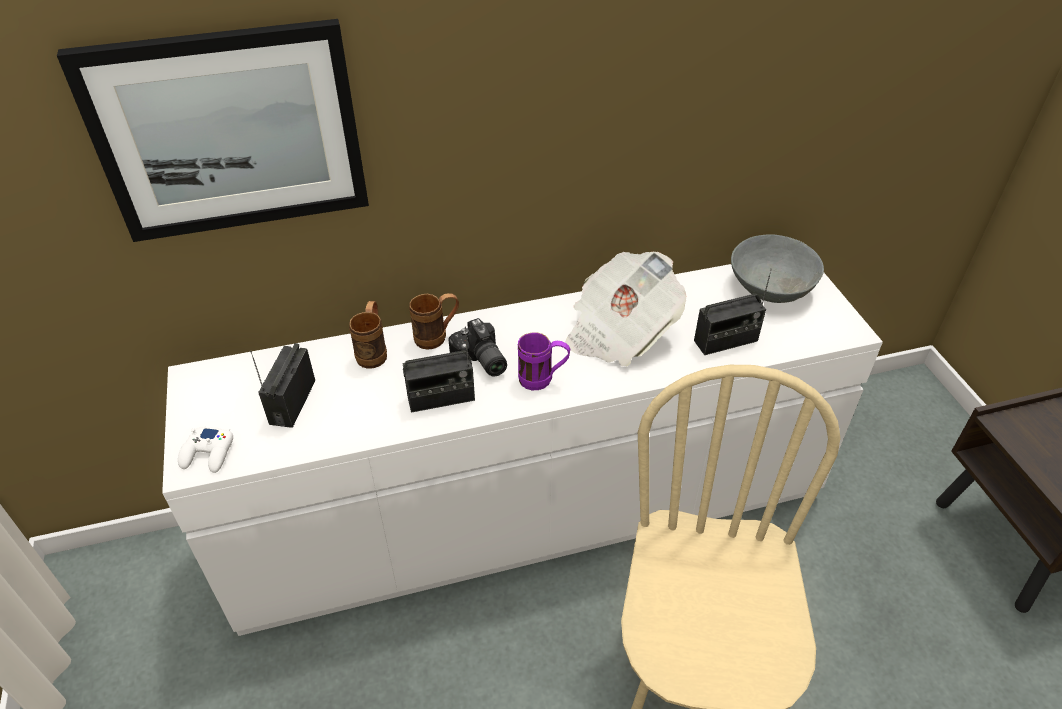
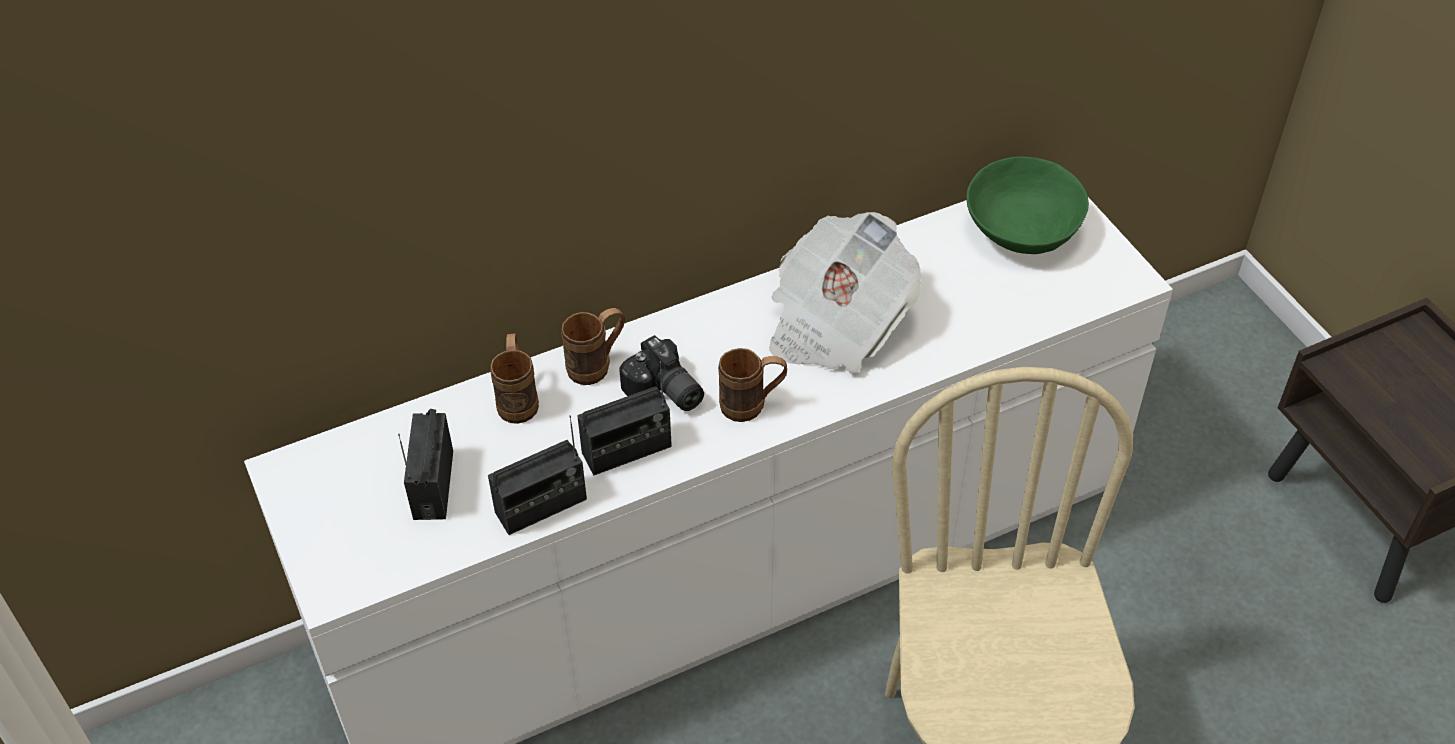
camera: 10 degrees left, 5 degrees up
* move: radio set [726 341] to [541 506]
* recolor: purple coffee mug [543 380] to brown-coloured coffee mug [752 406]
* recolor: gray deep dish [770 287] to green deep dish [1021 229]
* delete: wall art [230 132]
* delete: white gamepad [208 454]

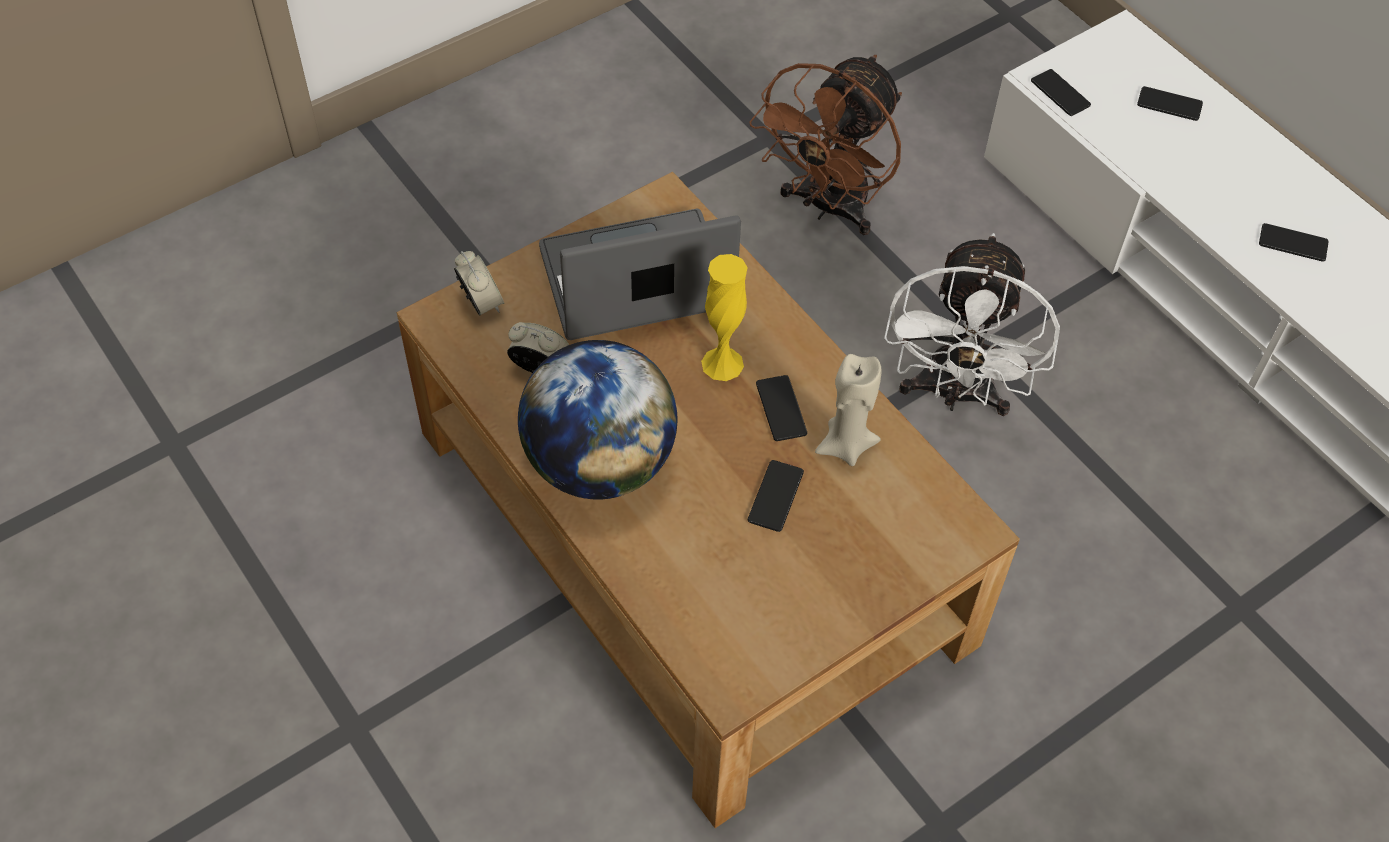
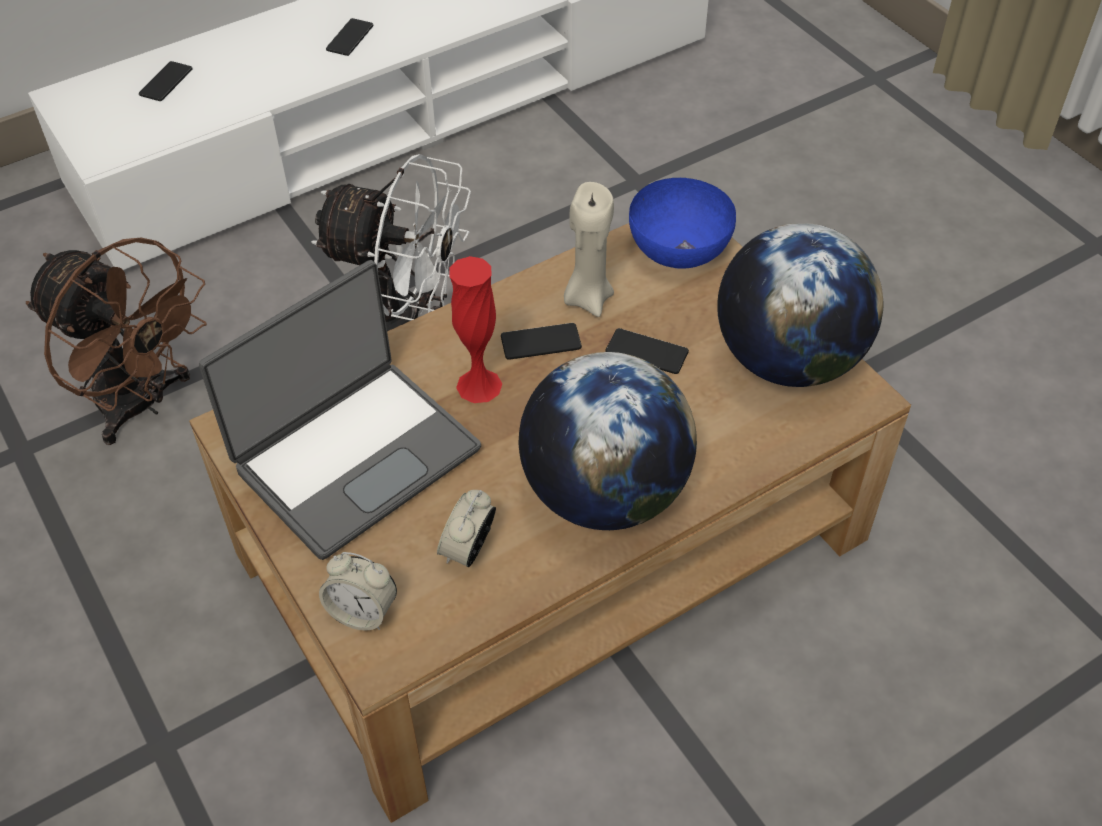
camera: 85 degrees left, 5 degrees down
* rotate: laptop [636 283] = [355 456] 120 degrees counterclockwise
* rotate: bedside clock [481 303] = [362 612] 135 degrees counterclockwise
* recolor: yellowish decorative vase [722 363] to reddish decorative vase [479 385]
* insert: blue-coloured deep dish [680 247]
* insert: desk globe [788 360]
* delete: phone [1060 93]

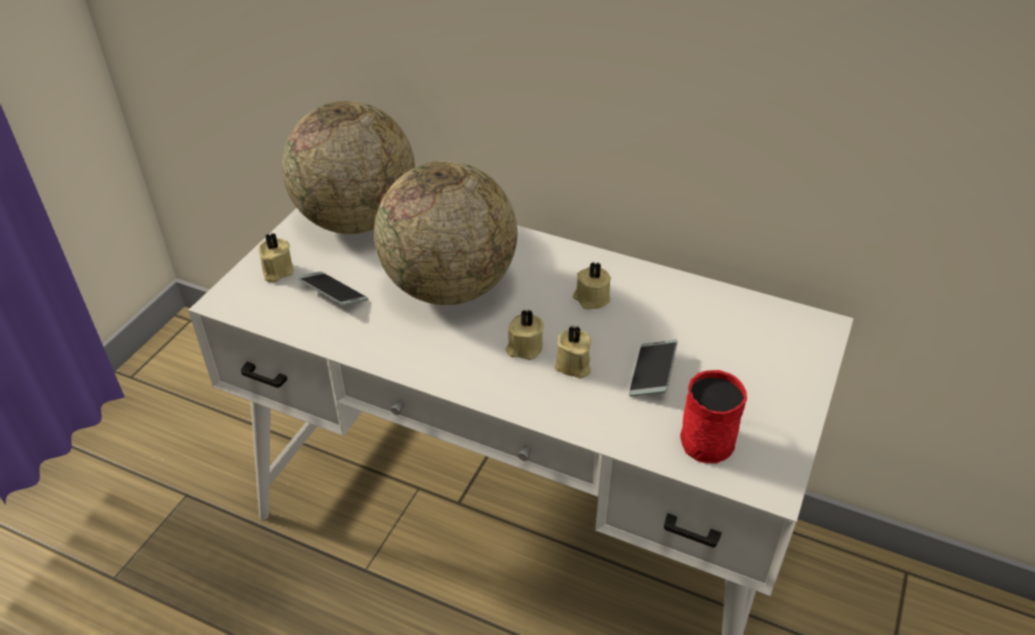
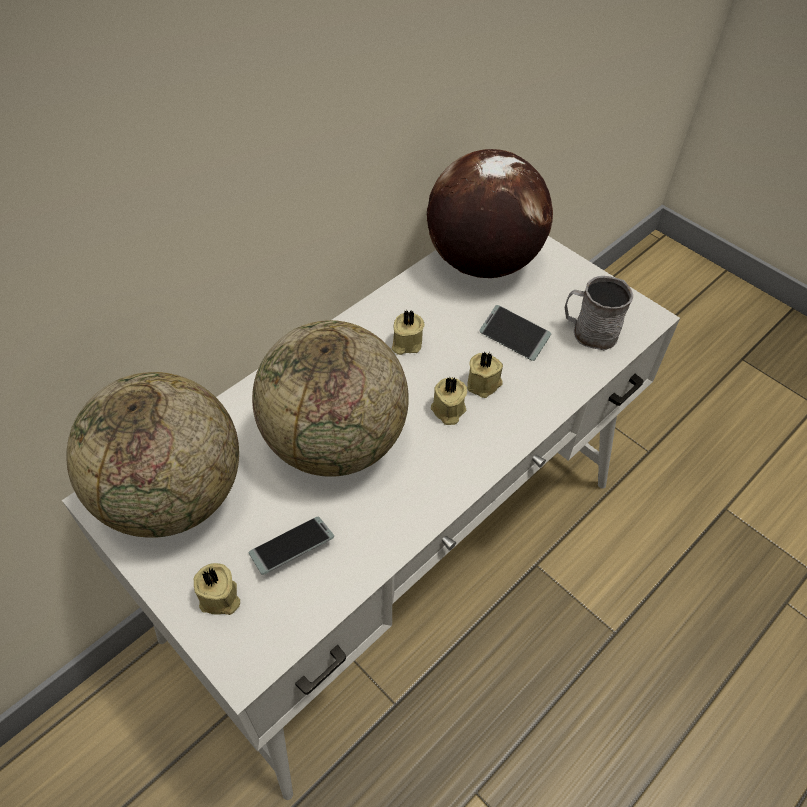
camera: 70 degrees left, 10 degrees up
* insert: desk globe [482 262]
* recolor: reddish coffee mug [705 434] to gray coffee mug [589 332]

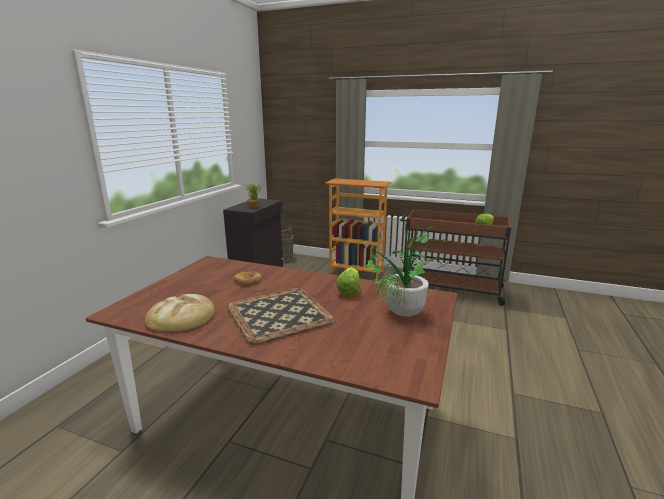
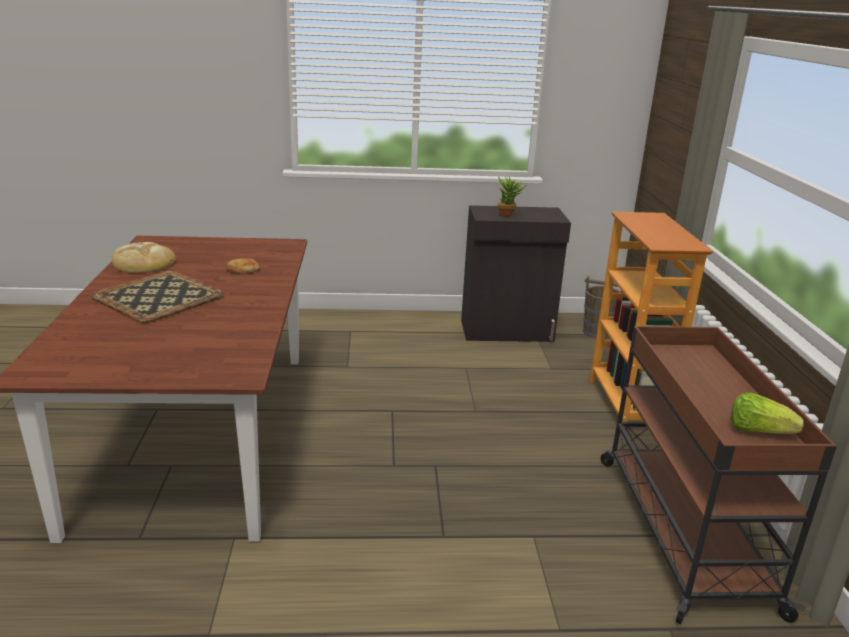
camera: 65 degrees right, 5 degrees up
* delete: head of lettuce [349 291]
* delete: houseplant [402 316]

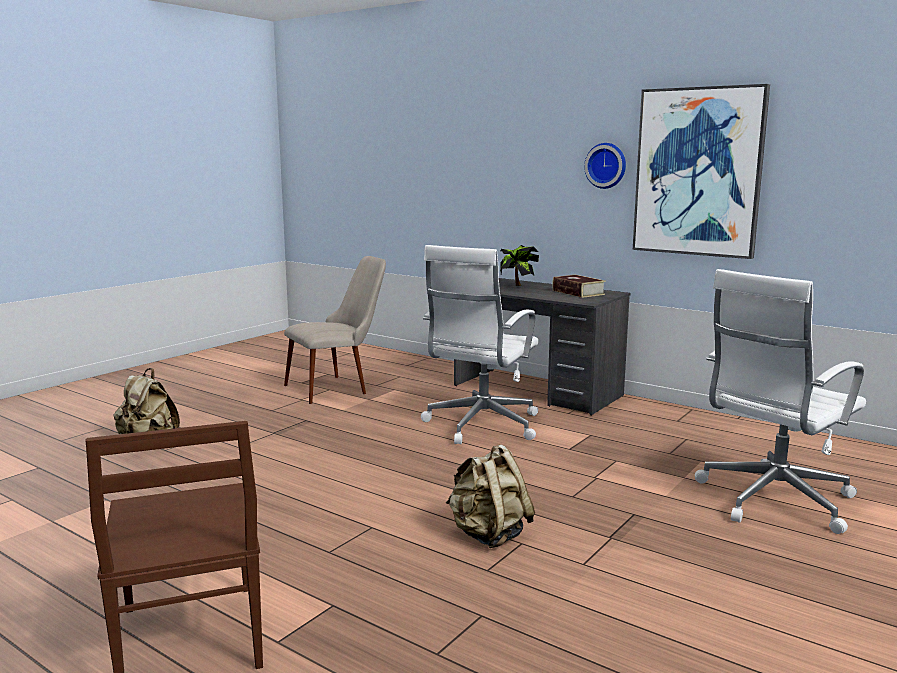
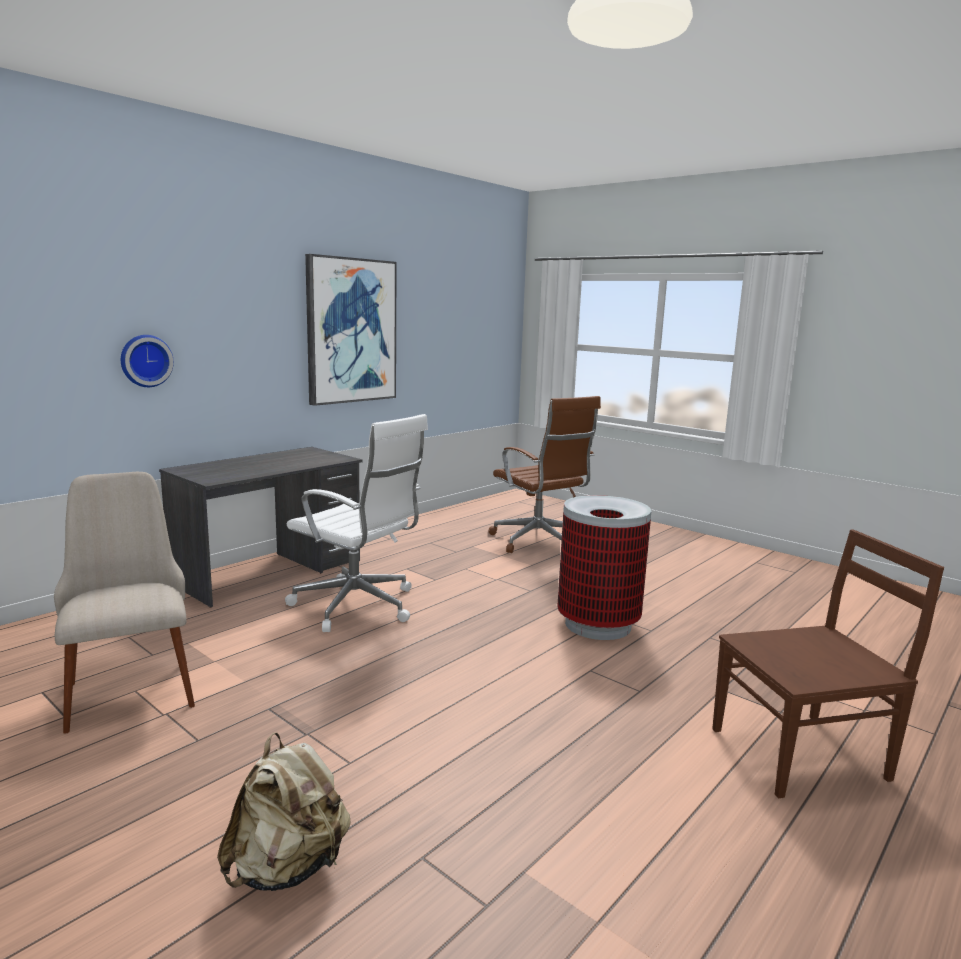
camera: 85 degrees left, 0 degrees up
* move: hanging clock [606 165] to [145 360]
* recolor: white computer chair [772 500] to brown-coloured computer chair [539 542]
* replace: beige-coloured rucksack [488 535] to waste bin [598 625]
* delete: houseplant [517 286]
* delete: bound book [578 292]

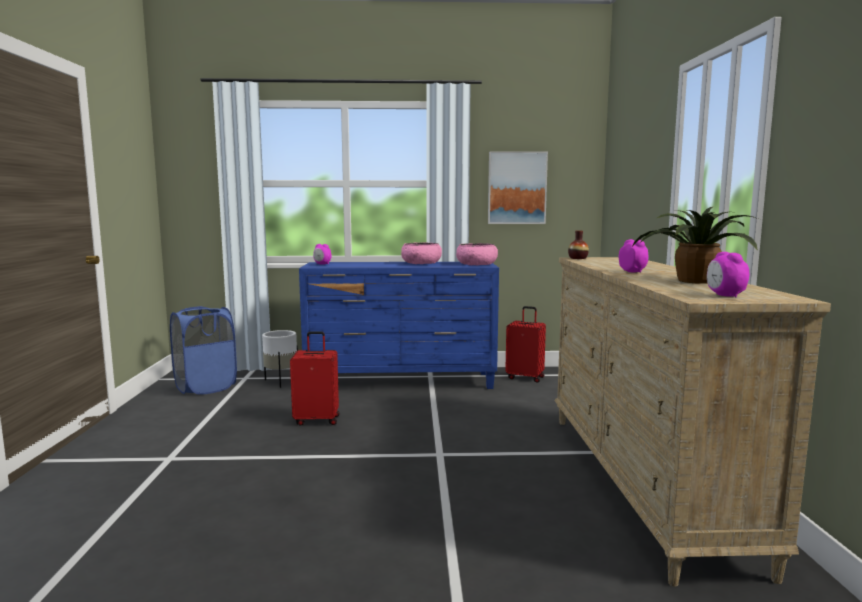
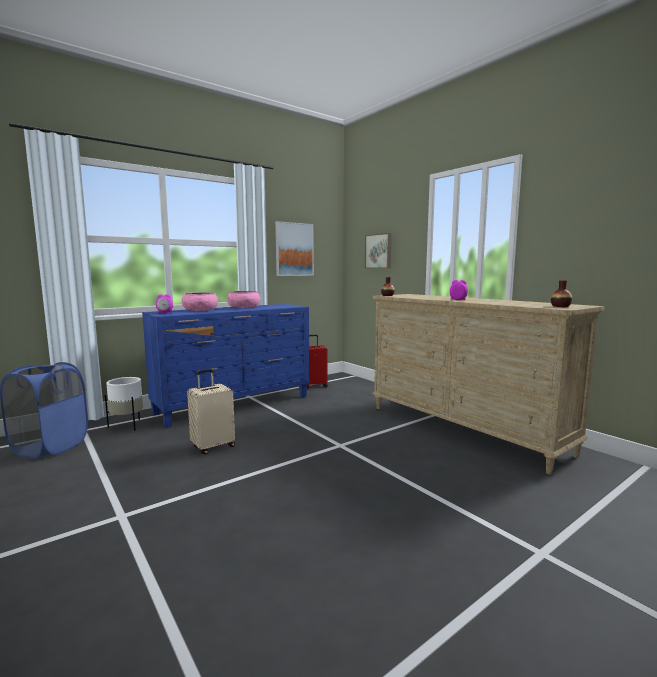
camera: 35 degrees left, 0 degrees up
* move: pinkish deep dish [476 264] to [200 310]
* recolor: reddish piece of luggage [317 420] to beige-coloured piece of luggage [213 446]
* insert: wall art [379 251]
* replace: bedside clock [725 296] to decorative vase [560 306]
* delete: houseplant [692 281]

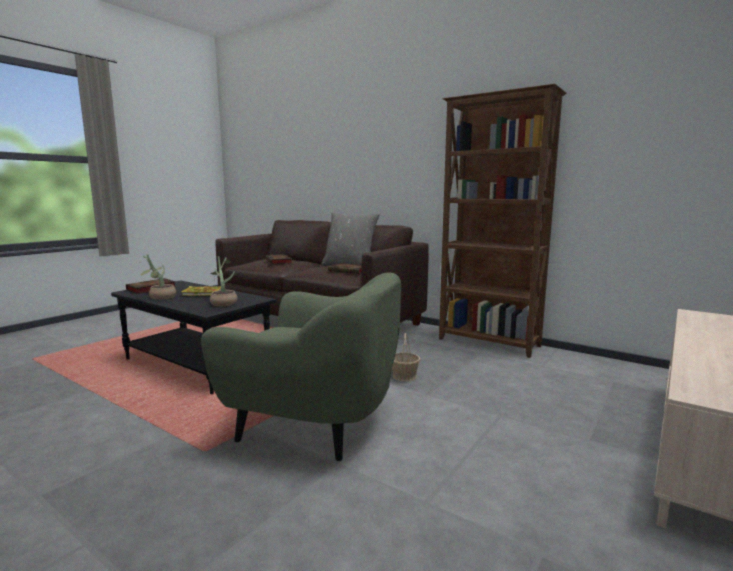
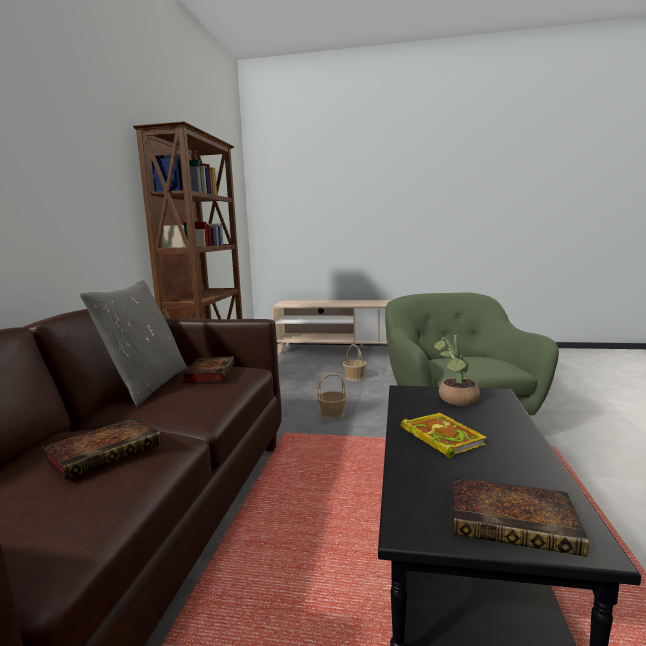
camera: 115 degrees left, 0 degrees up
* insert: storage basket [354 377]
* delete: houseplant [159 297]

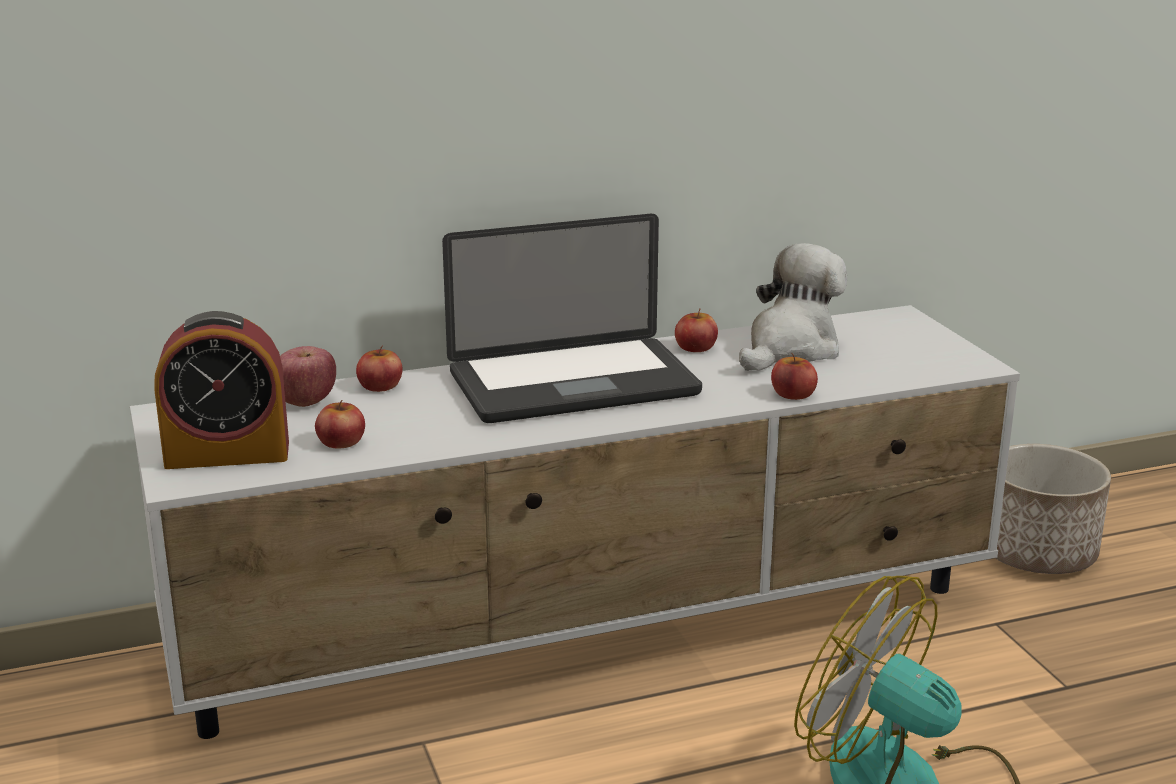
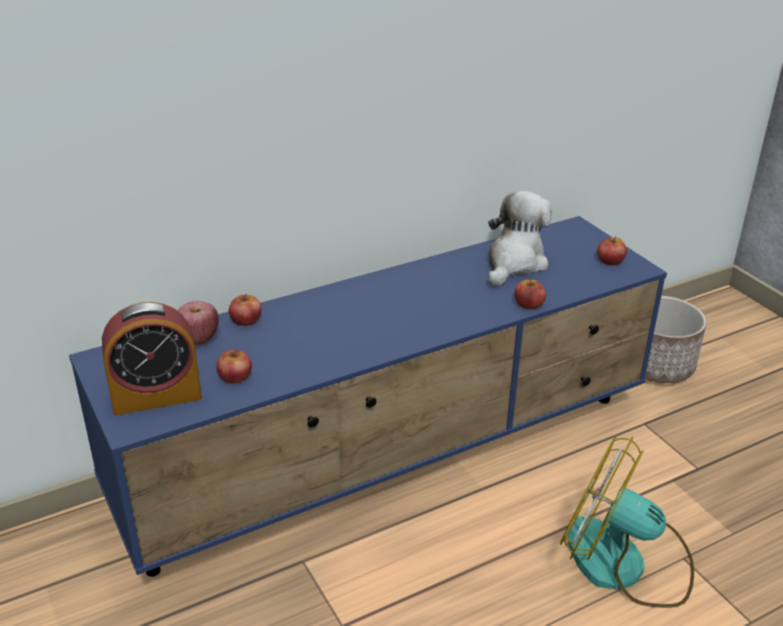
camera: 10 degrees left, 10 degrees up
* recolor: white media console [592 631] to blue-coloured media console [392 457]
* move: whole apple [695 347] to [610 260]
* delete: laptop [573 384]

